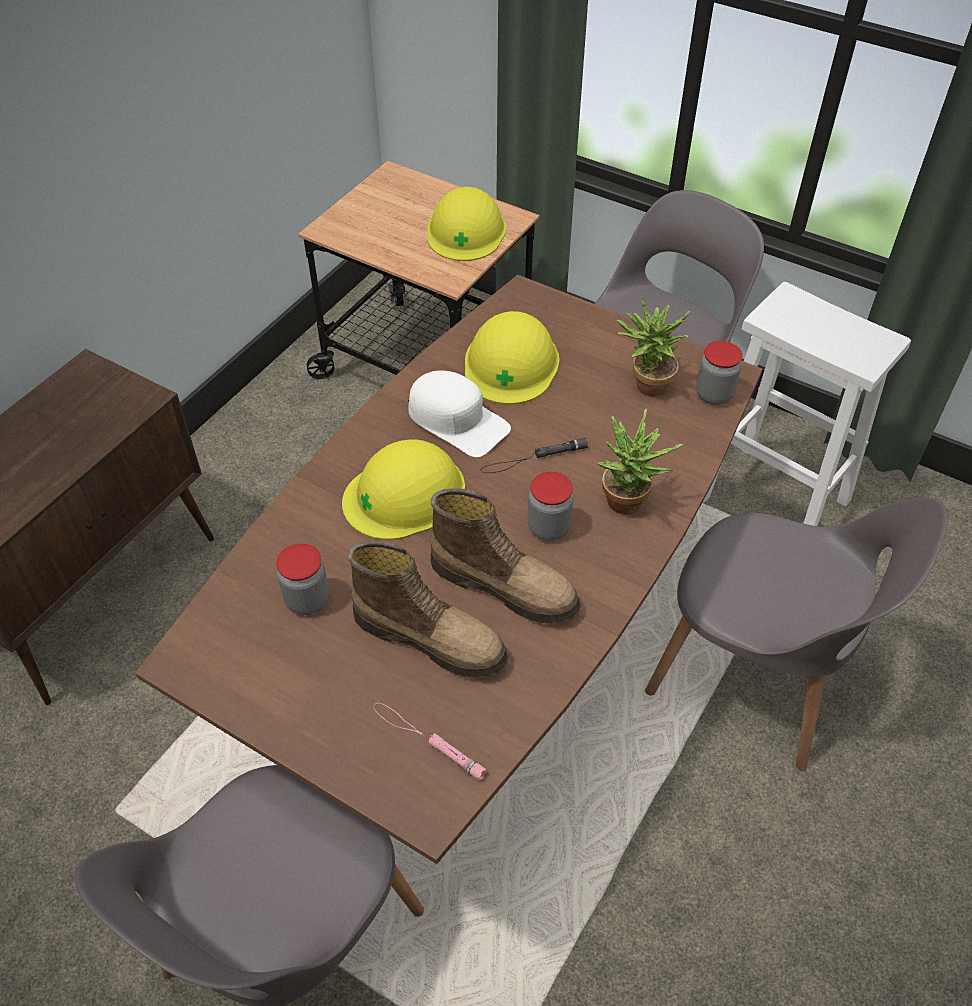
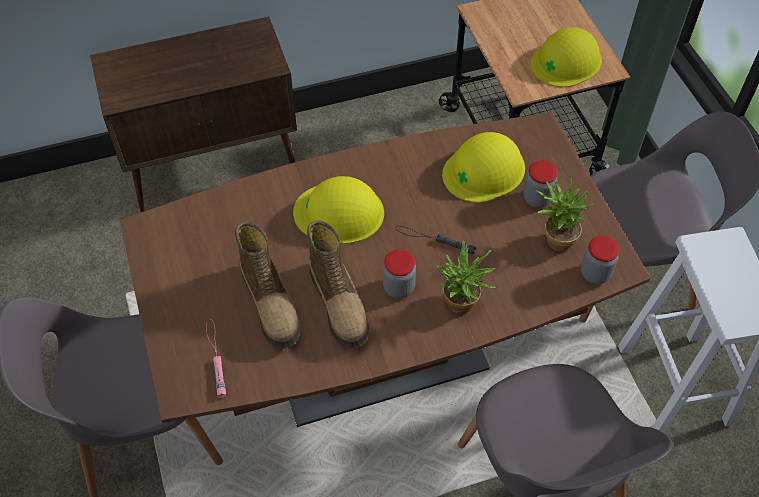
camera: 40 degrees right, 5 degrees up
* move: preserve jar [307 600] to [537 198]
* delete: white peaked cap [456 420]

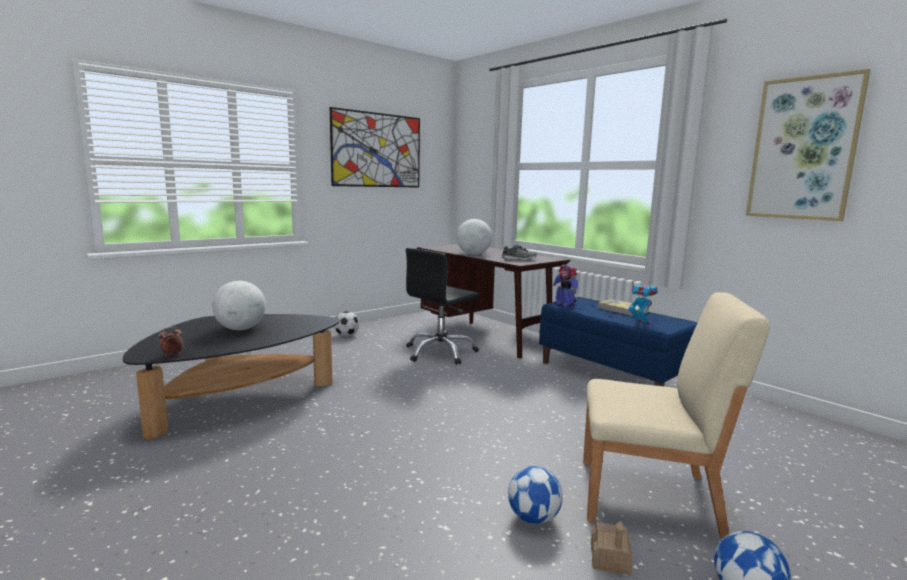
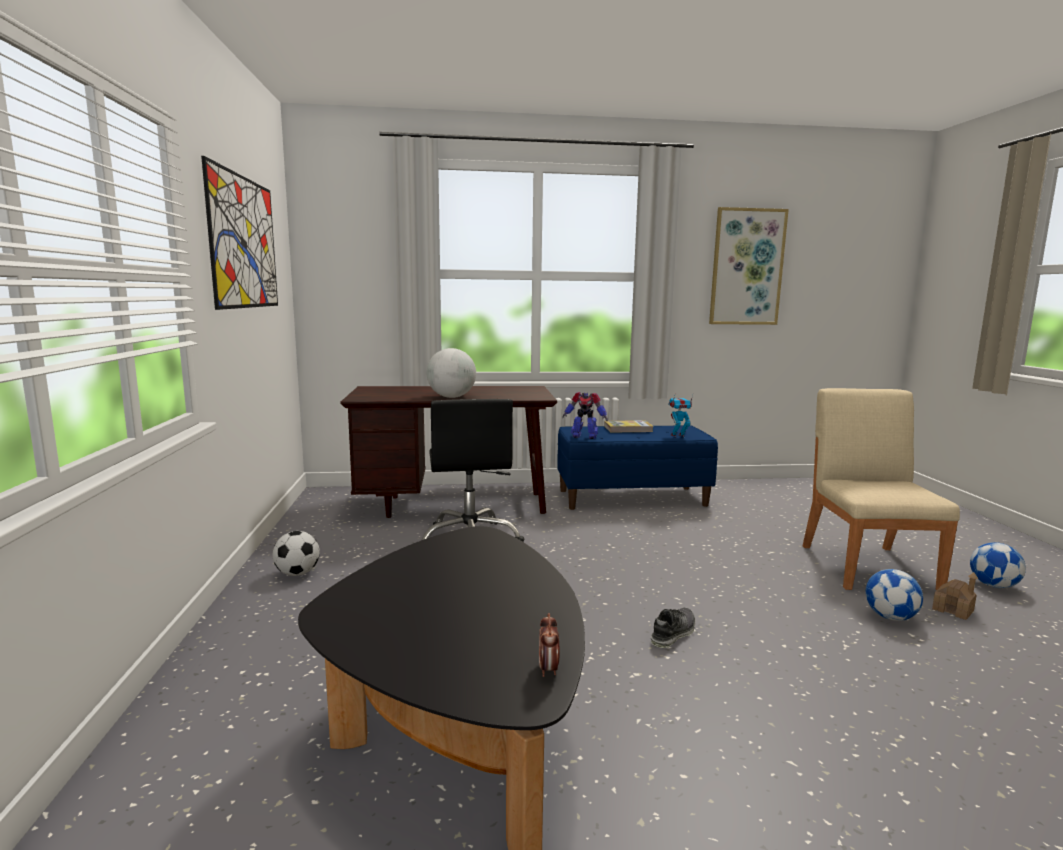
camera: 55 degrees left, 0 degrees up
* move: low shoe [518 259] to [673 634]
* rotate: beige-coloured plain chair [650 498] = [868 566] 45 degrees counterclockwise
* delete: desk globe [240 329]

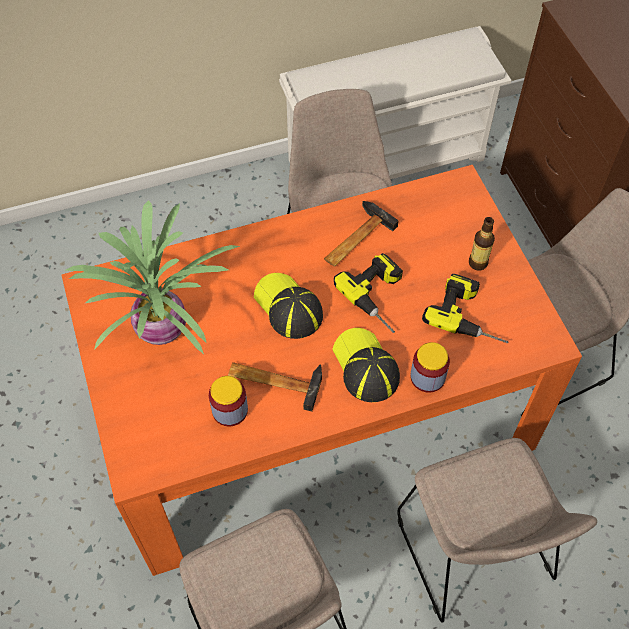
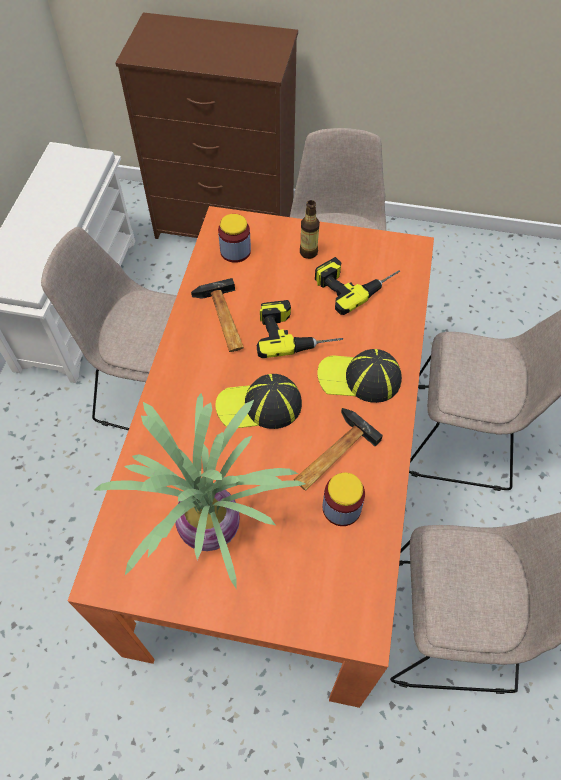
camera: 60 degrees left, 0 degrees up
* move: preserve jar [427 377] to [235 251]

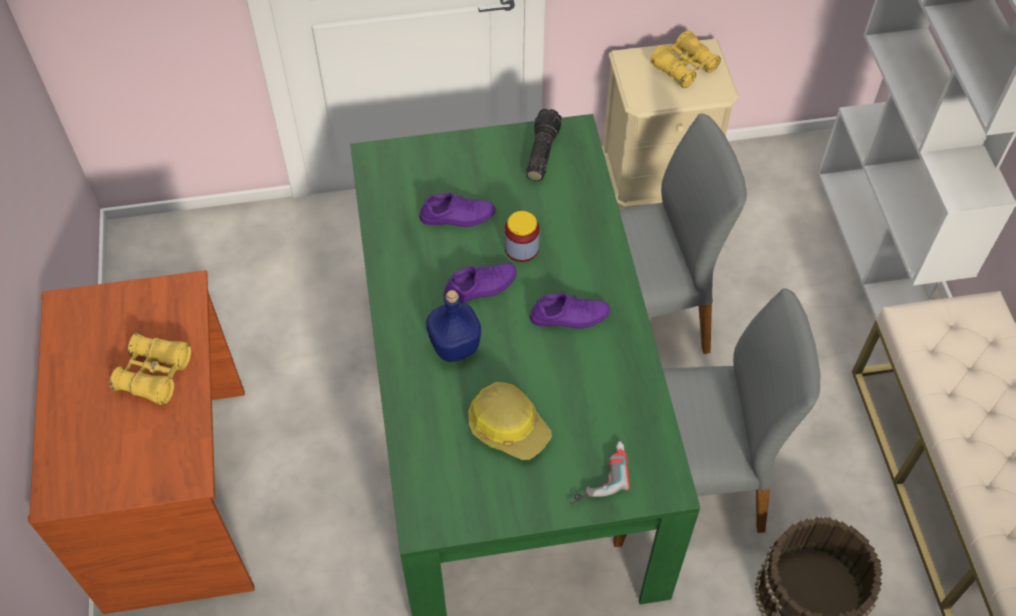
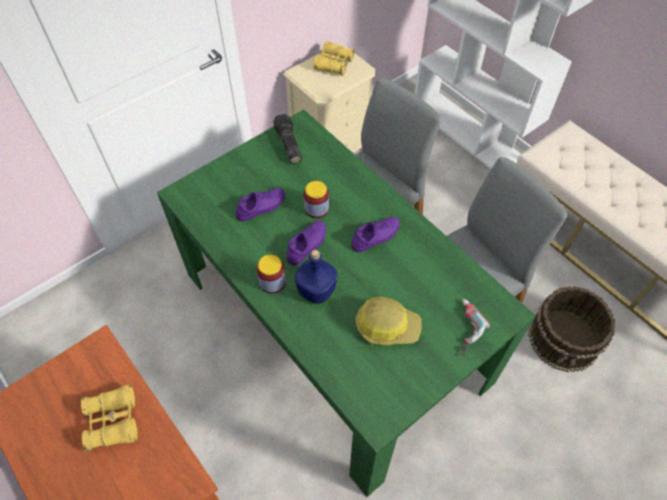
camera: 30 degrees left, 0 degrees up
* insert: preserve jar [272 282]

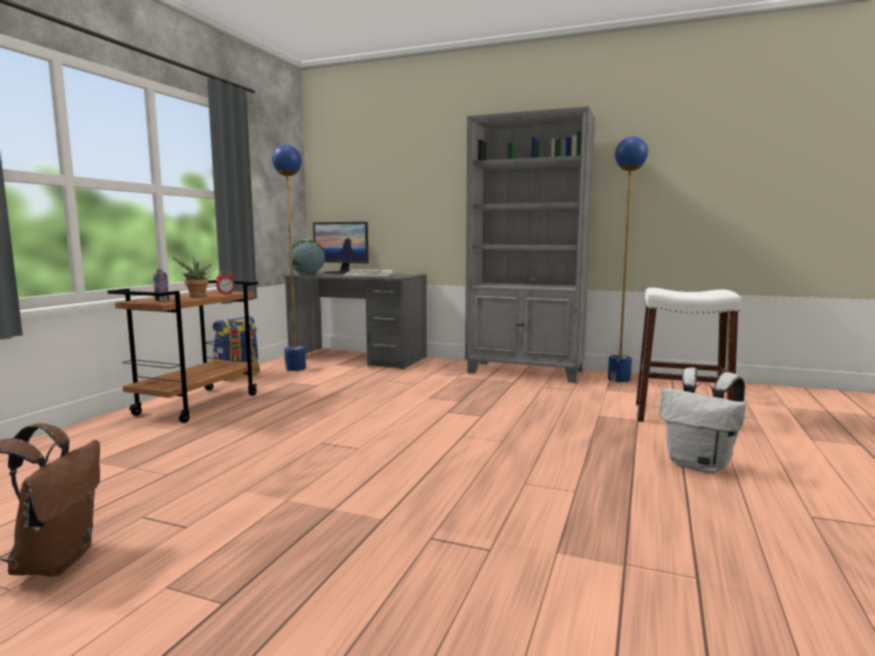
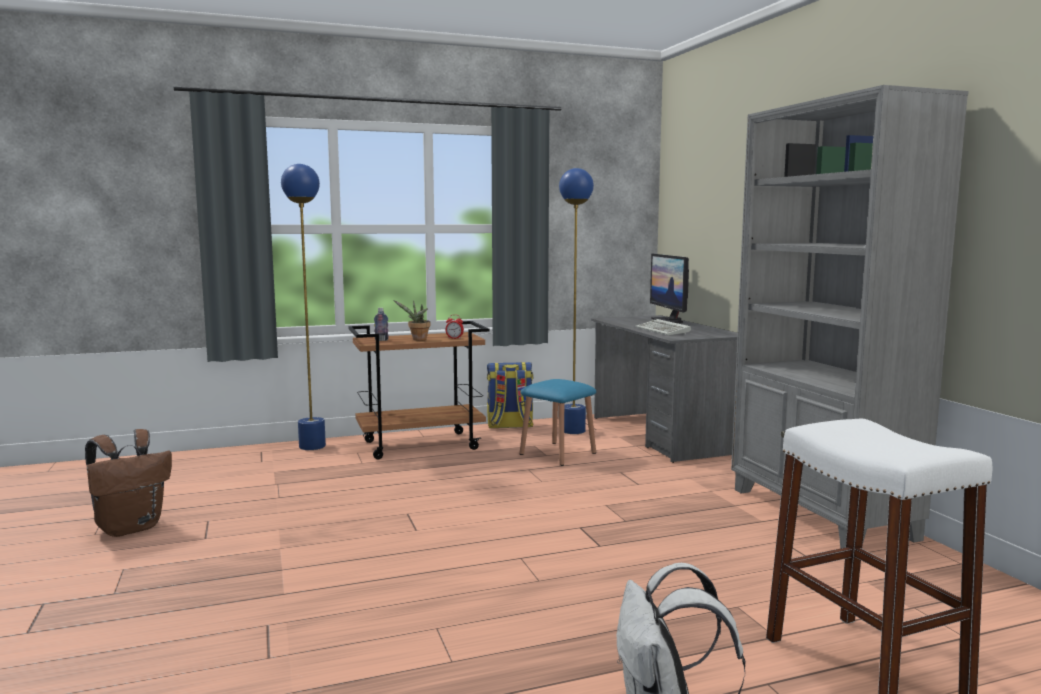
camera: 50 degrees right, 0 degrees up
* move: blue-coloured floor lamp [619 379] to [312 446]
* insert: blue-coloured sitting stool [557 453]
* delete: desk globe [307 274]

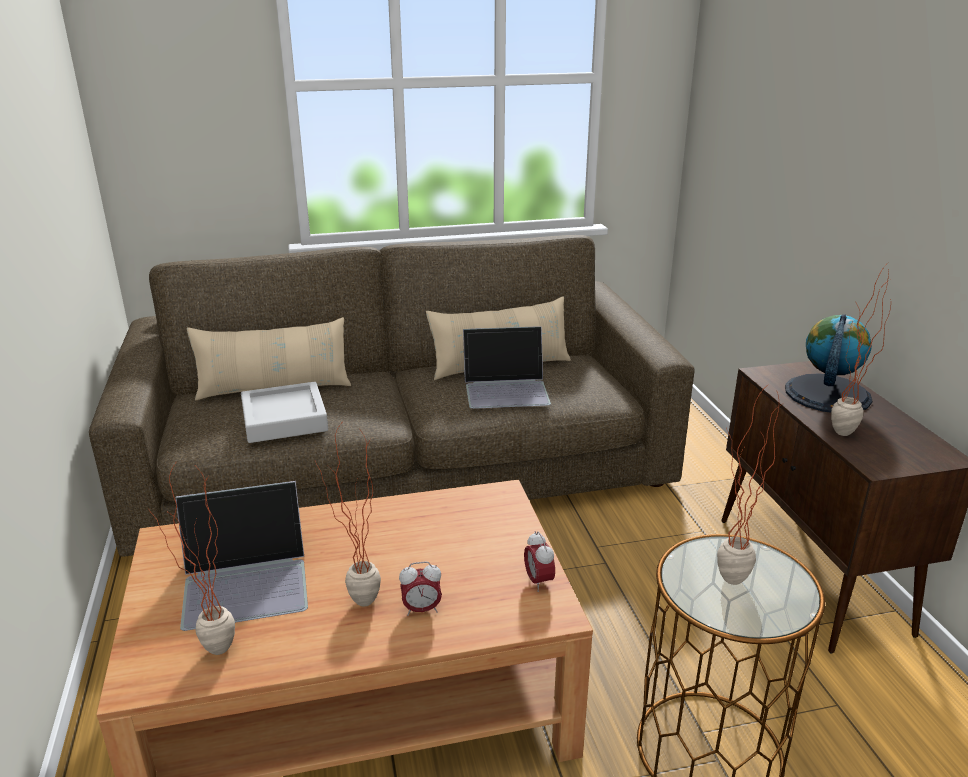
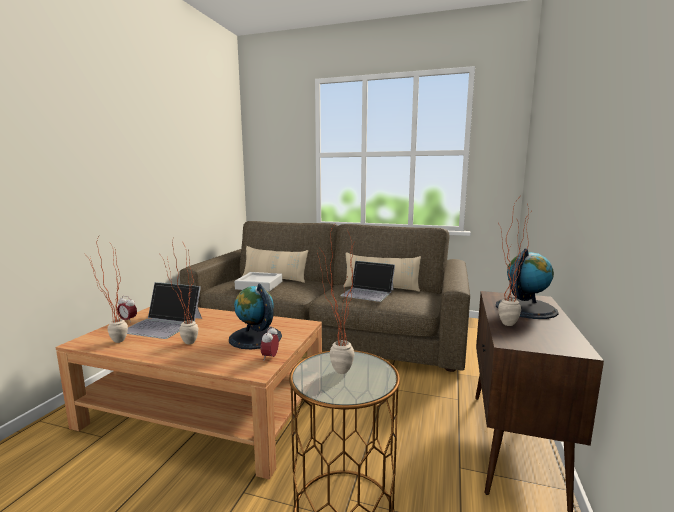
camera: 30 degrees right, 15 degrees down
* move: bedside clock [421 609] to [128 320]
* insert: desk globe [255 337]

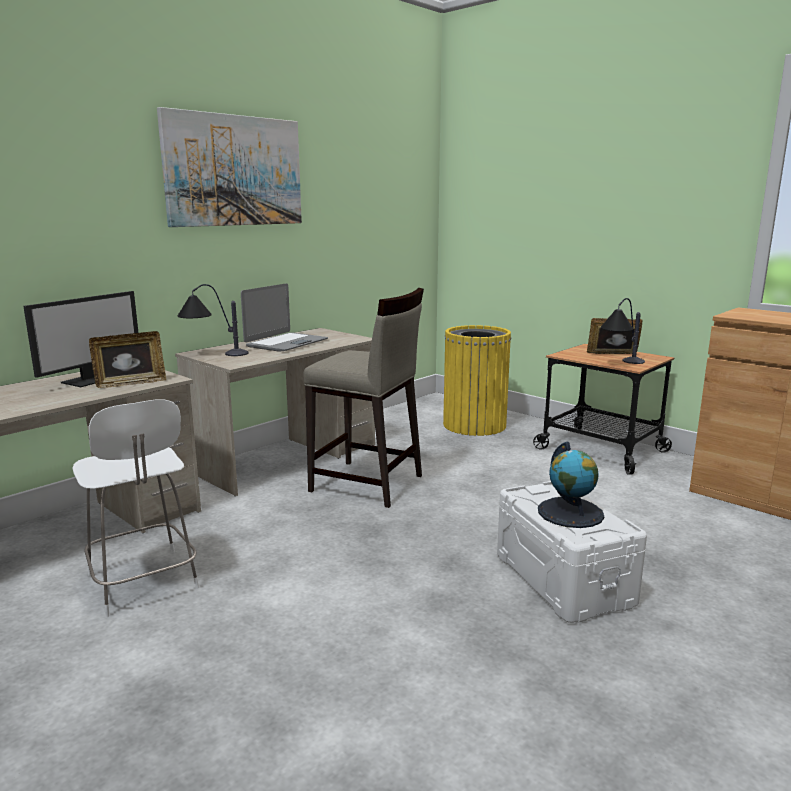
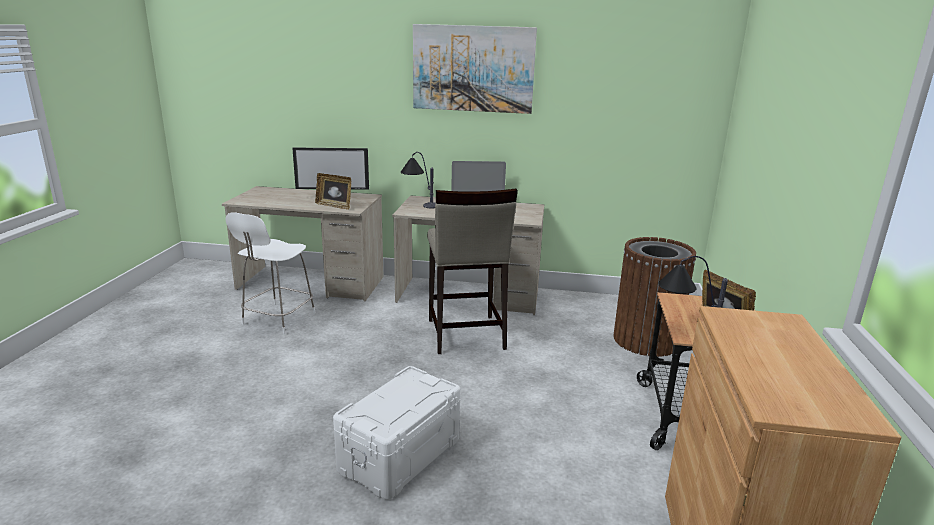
camera: 55 degrees right, 5 degrees up
* recolor: yellowish waste bin [474 425] to brown-coloured waste bin [646 340]
* delete: desk globe [570 512]

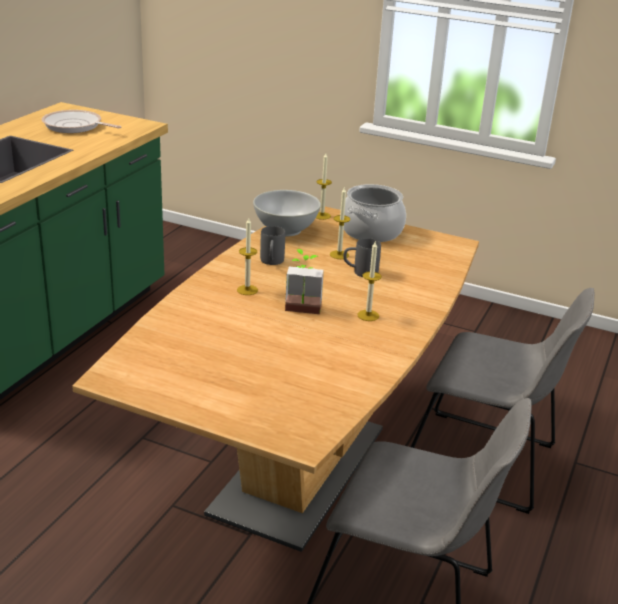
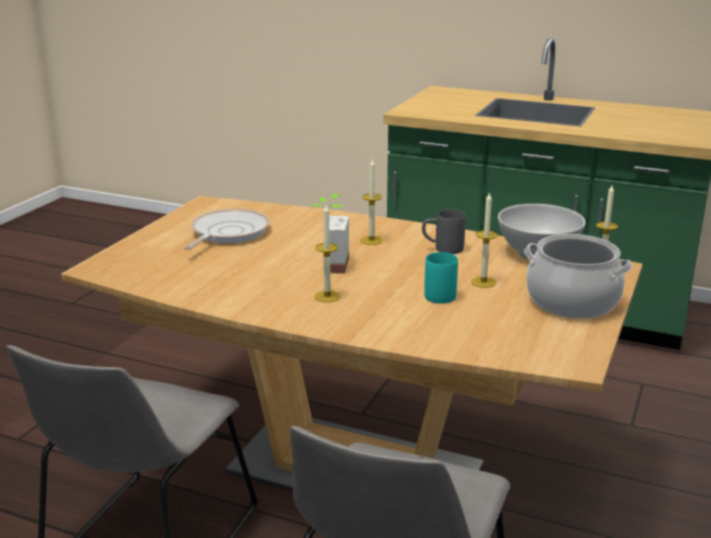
camera: 90 degrees right, 5 degrees down
* move: skillet [75 126] to [227 233]
* recolor: gray coffee mug [360 272] to turquoise-coloured coffee mug [438 293]

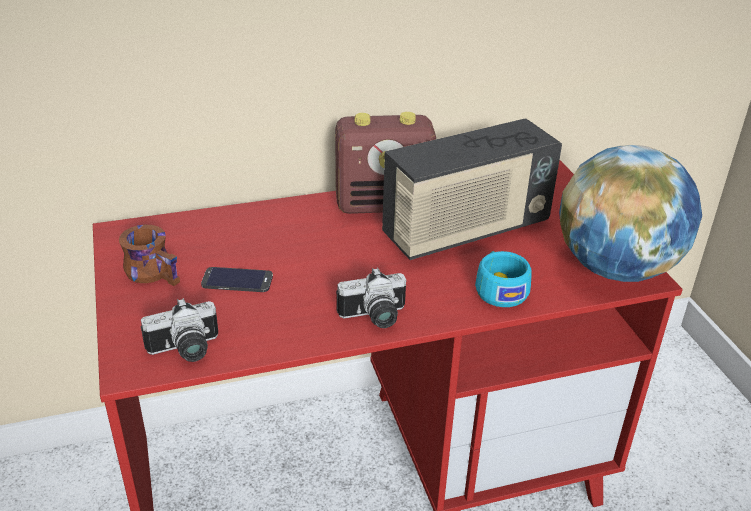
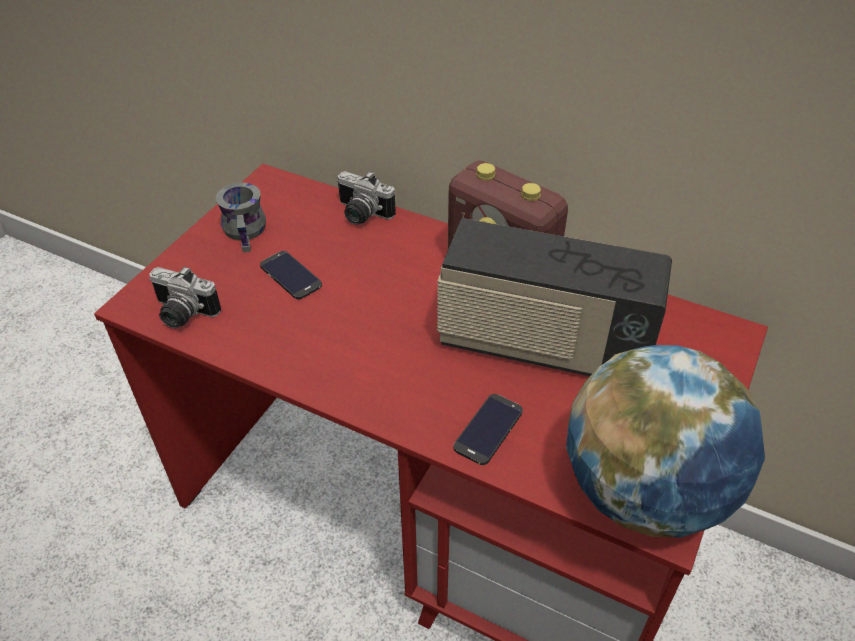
camera: 45 degrees right, 10 degrees up
* recolor: brown-coloured coffee mug [155 271] to gray coffee mug [248 231]
* move: photo camera [374 318] to [361 214]
* replace: turquoise-coloured small cup [499 289] to phone [488 429]

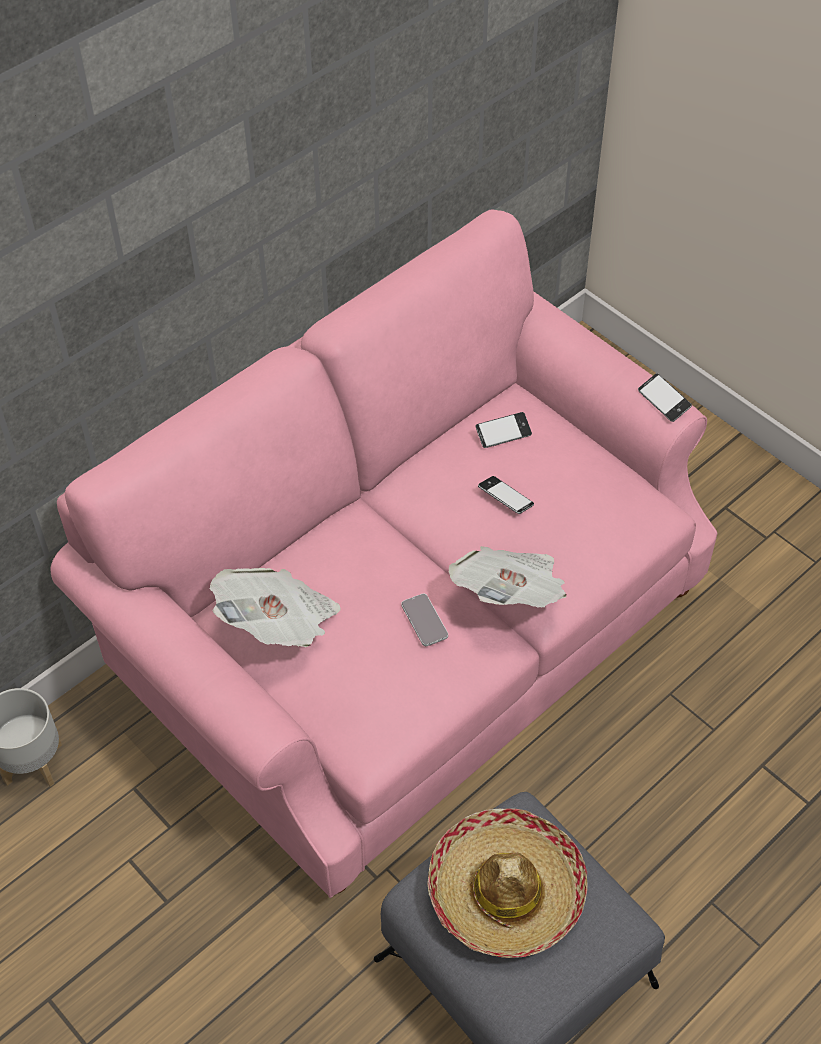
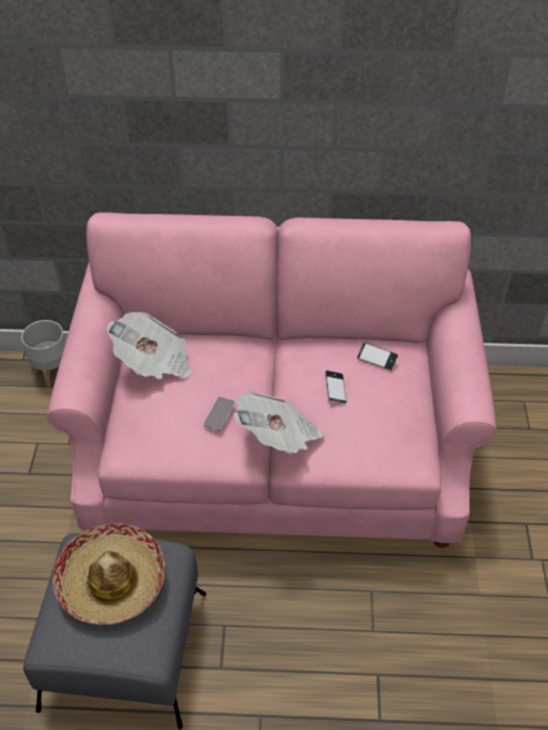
camera: 45 degrees right, 5 degrees down
* delete: phone [663 401]

